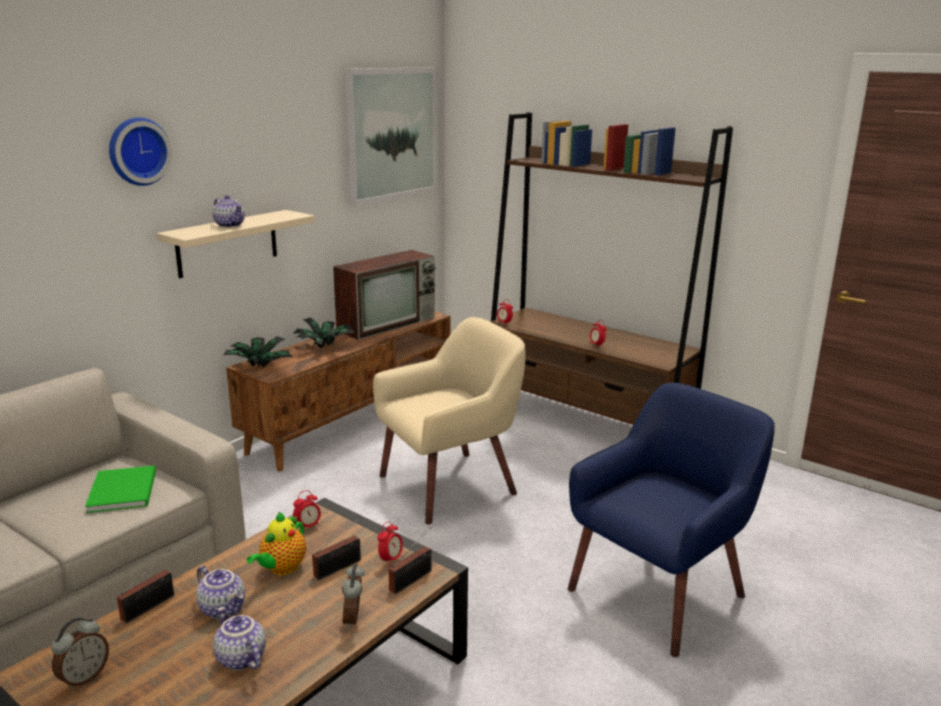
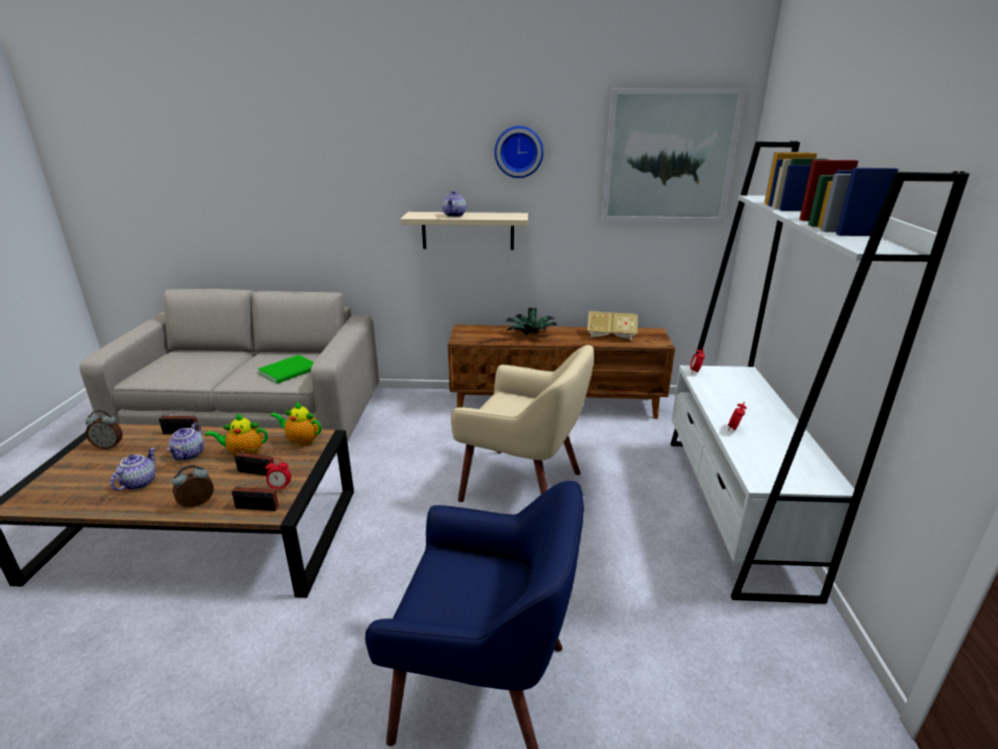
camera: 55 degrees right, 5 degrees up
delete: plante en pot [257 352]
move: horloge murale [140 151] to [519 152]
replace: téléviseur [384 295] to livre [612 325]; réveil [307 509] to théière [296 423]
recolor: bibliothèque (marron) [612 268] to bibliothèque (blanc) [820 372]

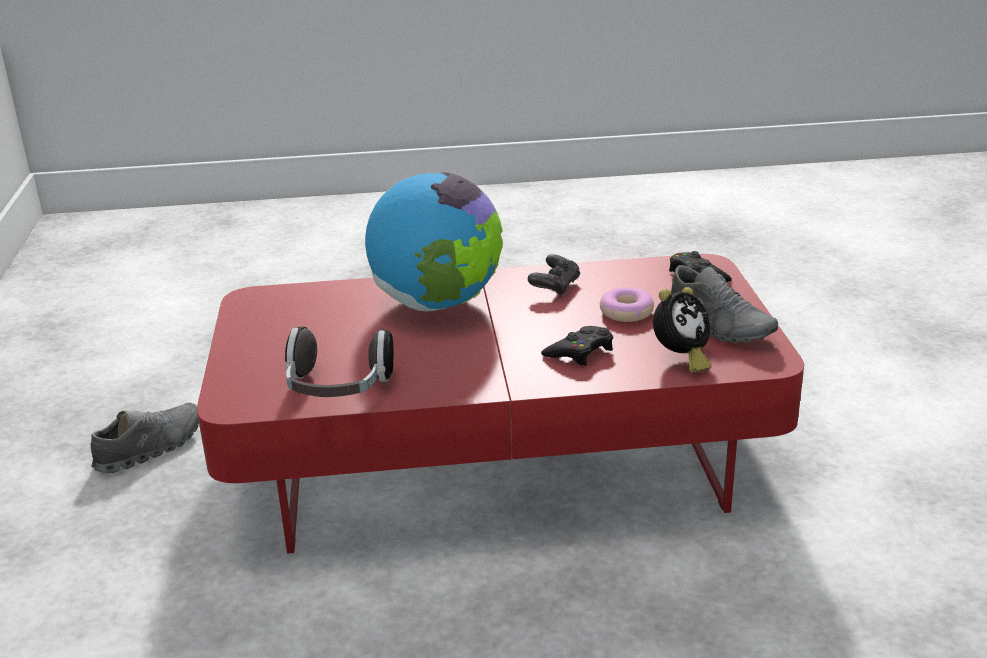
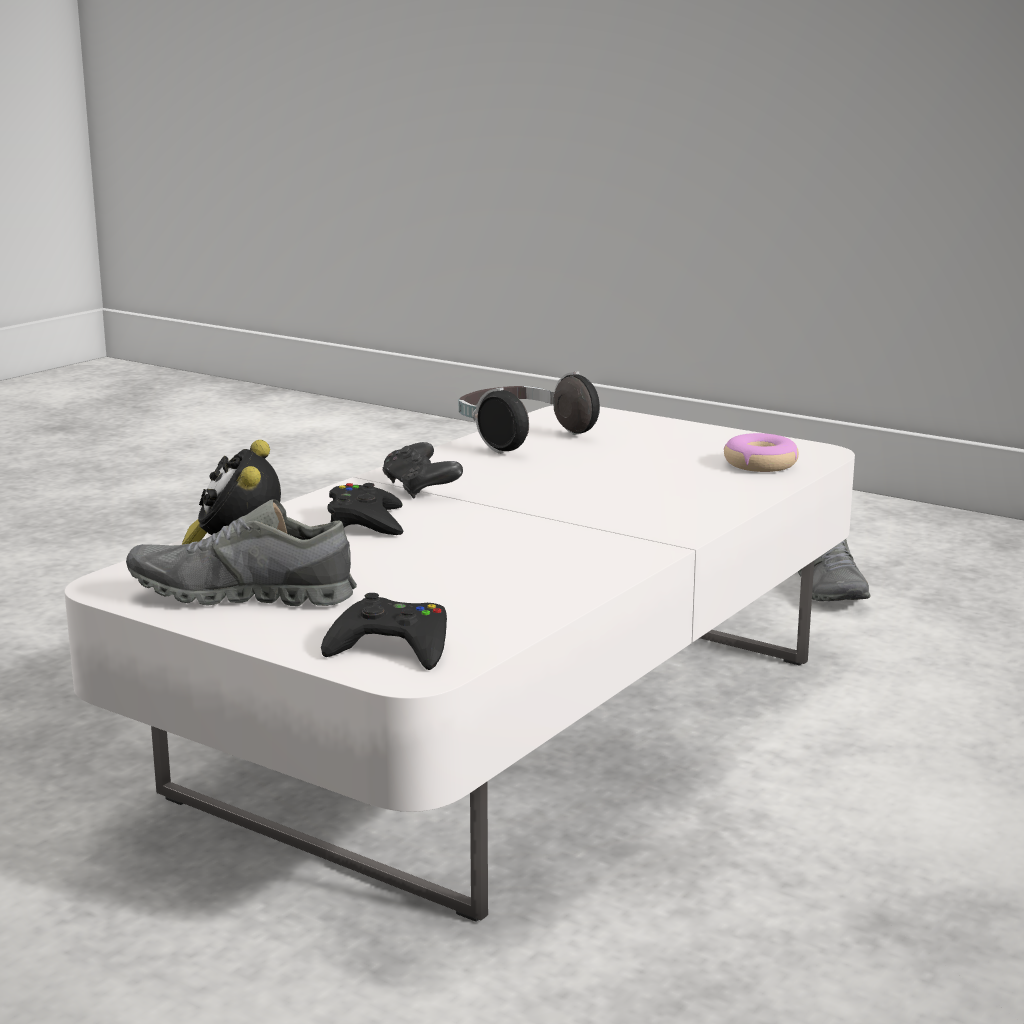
camera: 130 degrees right, 10 degrees down
delete: globe [434 241]
move: manette (noir) [554 275] to [423 470]; beignet [627 304] to [761 452]
recolor: table basse (rouge) [500 404] to table basse (blanc) [460 663]

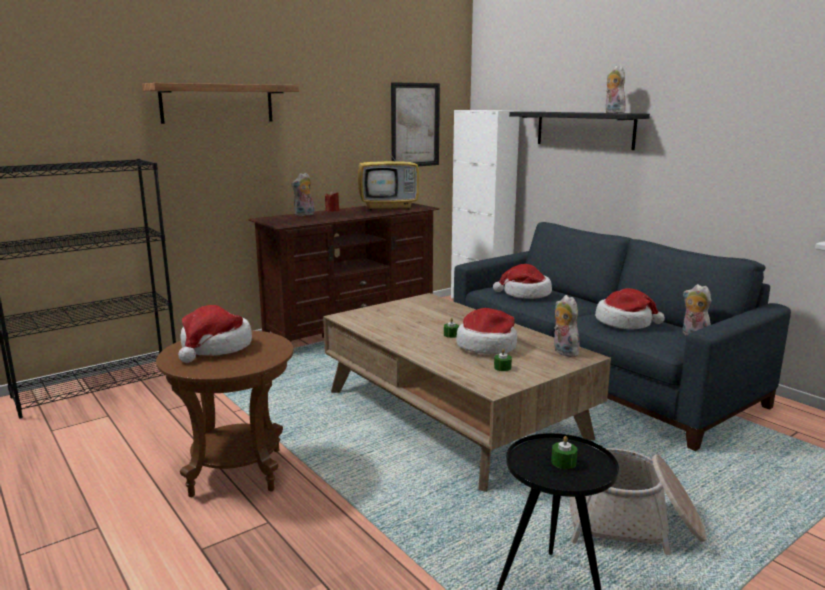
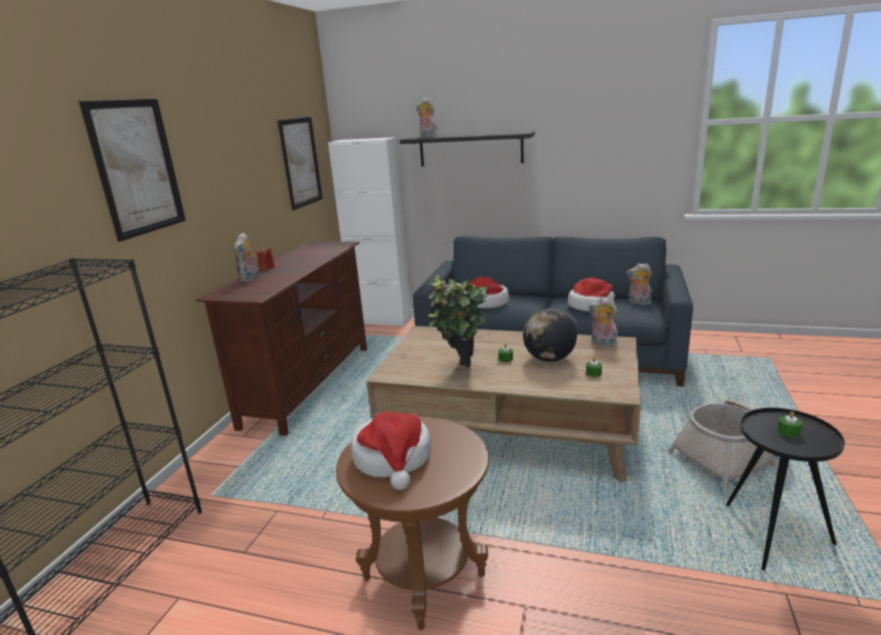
camera: 35 degrees left, 5 degrees up
delete: téléviseur [388 176]
insert: plante en pot [458 321]
move: peluche [616 89] to [427 117]
replace: étagère [220 103] to tableau [132 169]; chapeau [486 331] to globe [550 335]

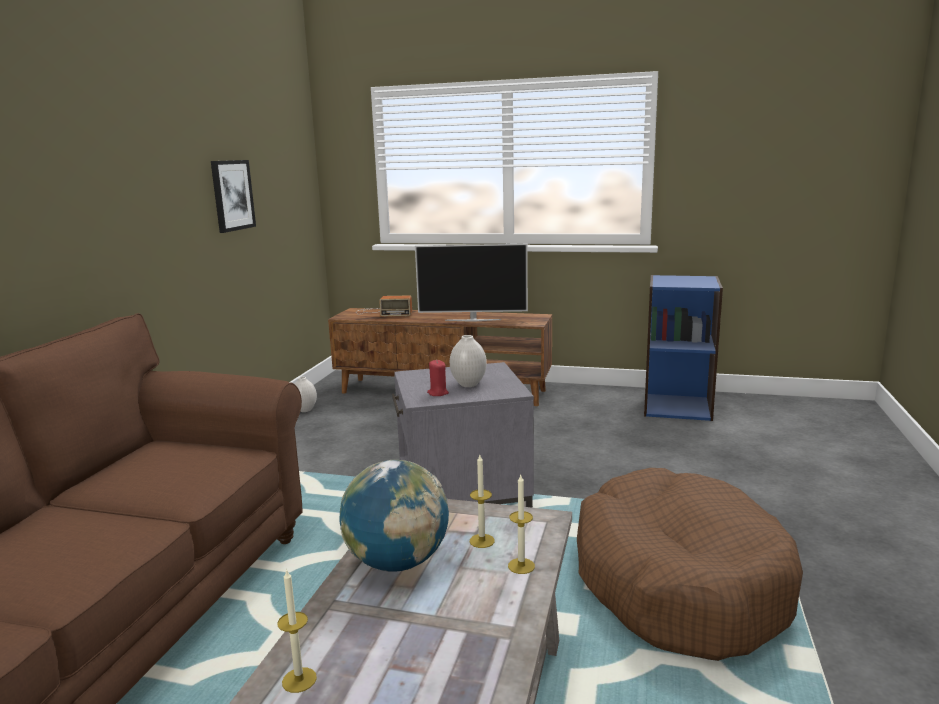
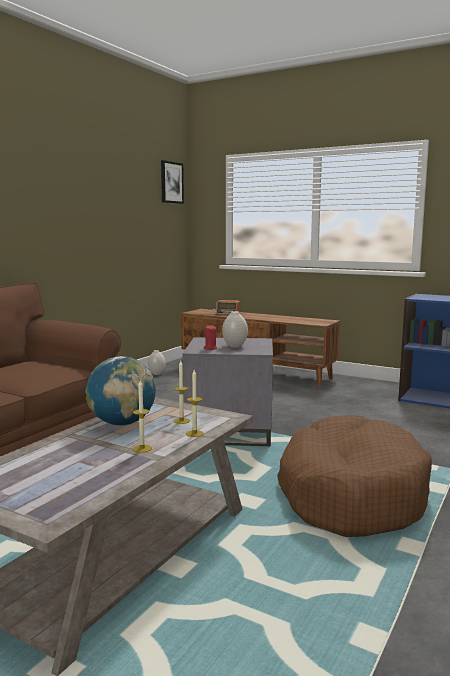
camera: 15 degrees right, 5 degrees down
delete: téléviseur [471 282]
move: tableau [233 196] to [172 182]; bougie [297 630] to [142 416]

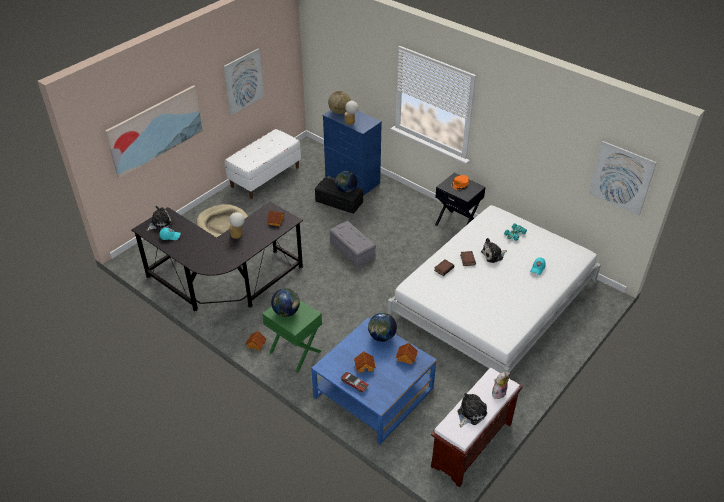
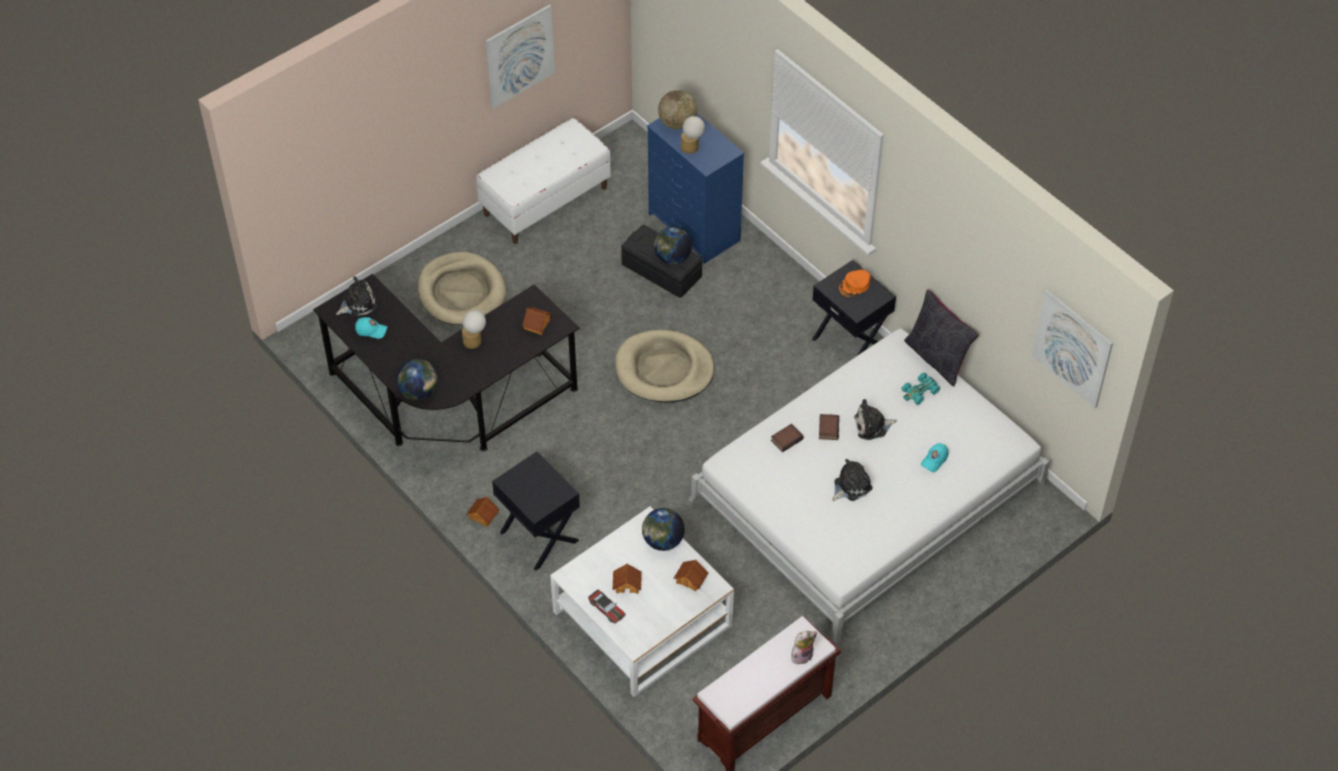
camera: 10 degrees right, 10 degrees up
delete: tableau [154 131]
insert: coussin (noir) [941 338]
move: globe [285 302] to [417 379]; peluche [472 410] to [852 480]
replace: boîte de rangement (gris) [353 244] to panier pour chien (beige) [664 366]
recolor: table de chevet (vert) [292 336] to table de chevet (noir) [536 511]; table basse (bleu) [374 380] to table basse (blanc) [642 601]

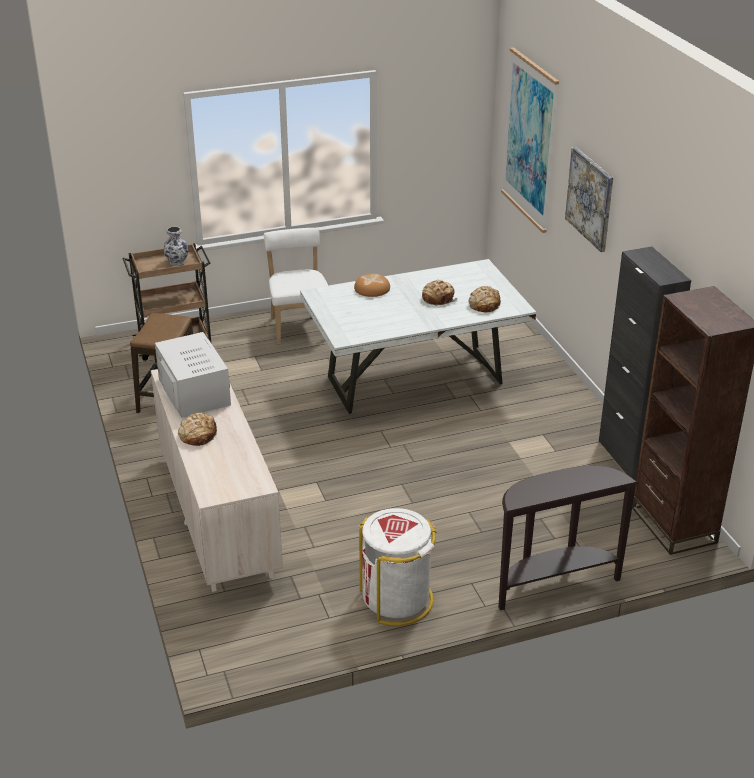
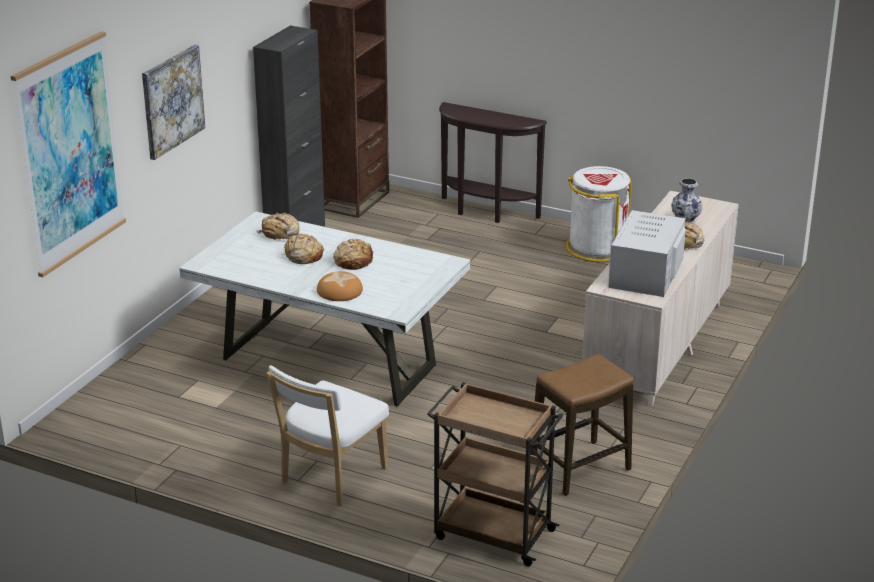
camera: 135 degrees left, 5 degrees down
insert: pain [353 254]
move: vase [176 246] to [687 200]

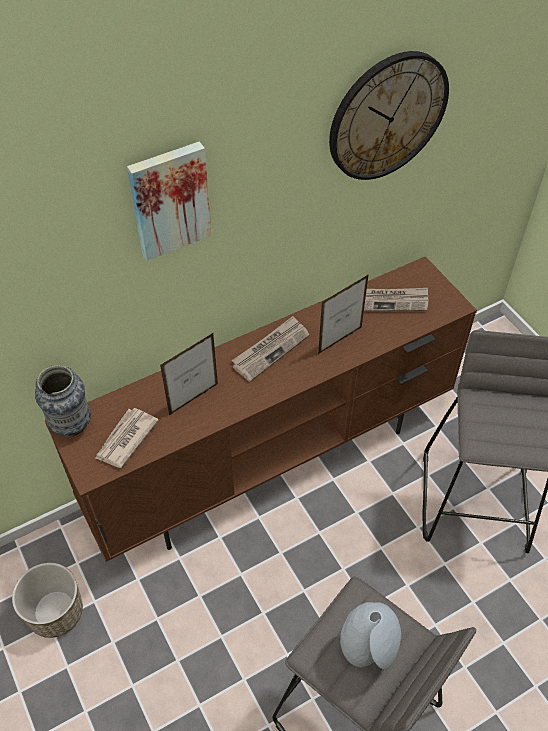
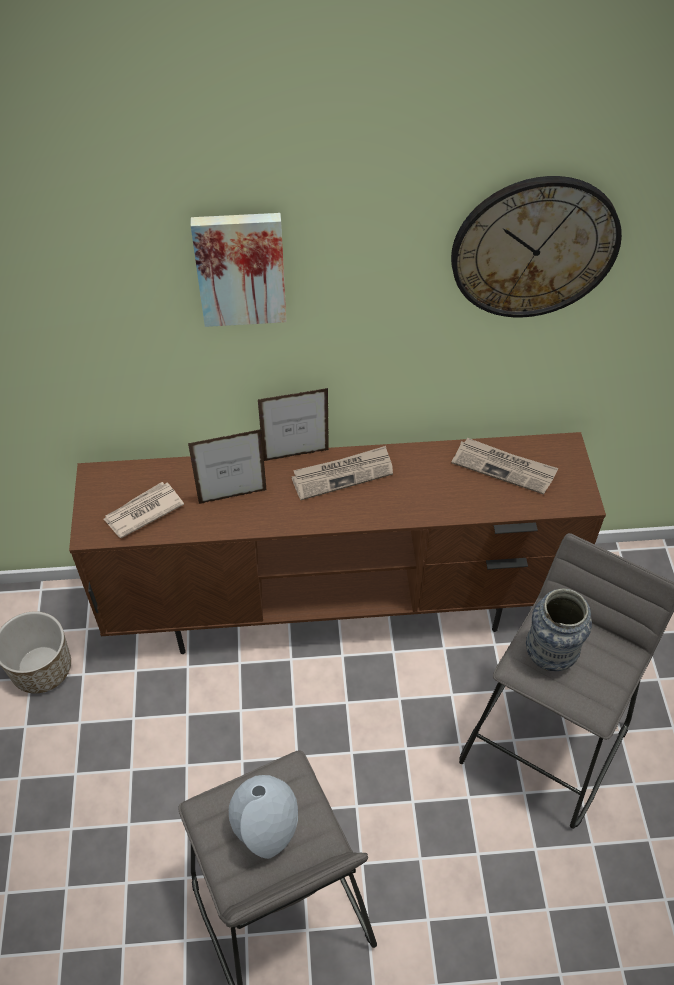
camera: 25 degrees right, 0 degrees up
move: cadre photo [343 314] to [293 424]; vase [63 401] to [559 629]

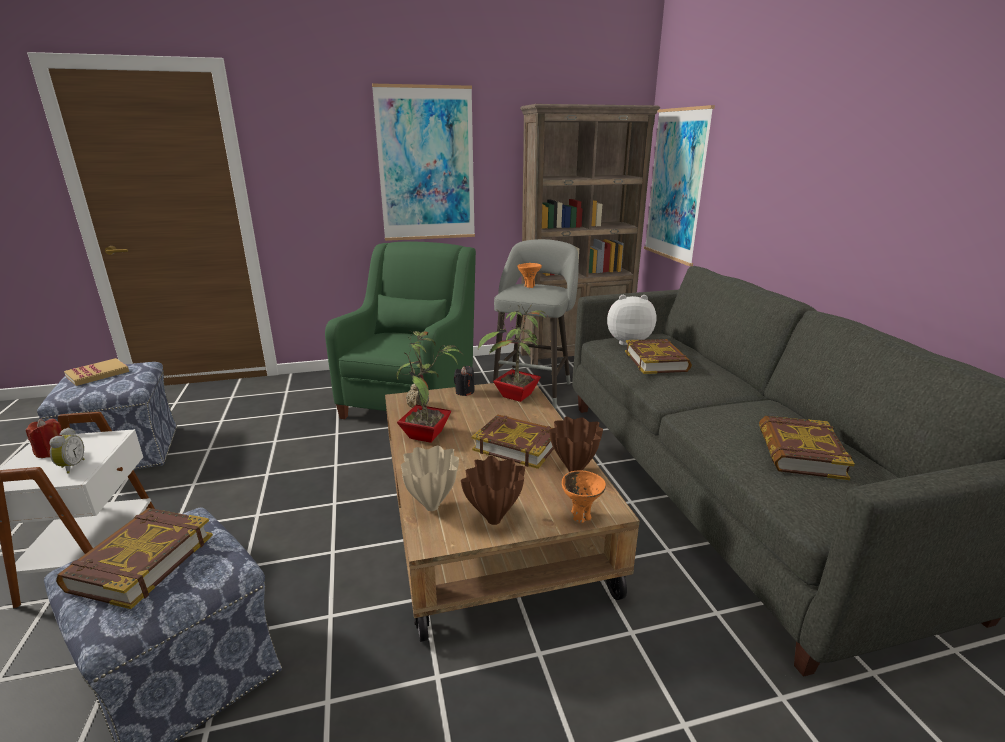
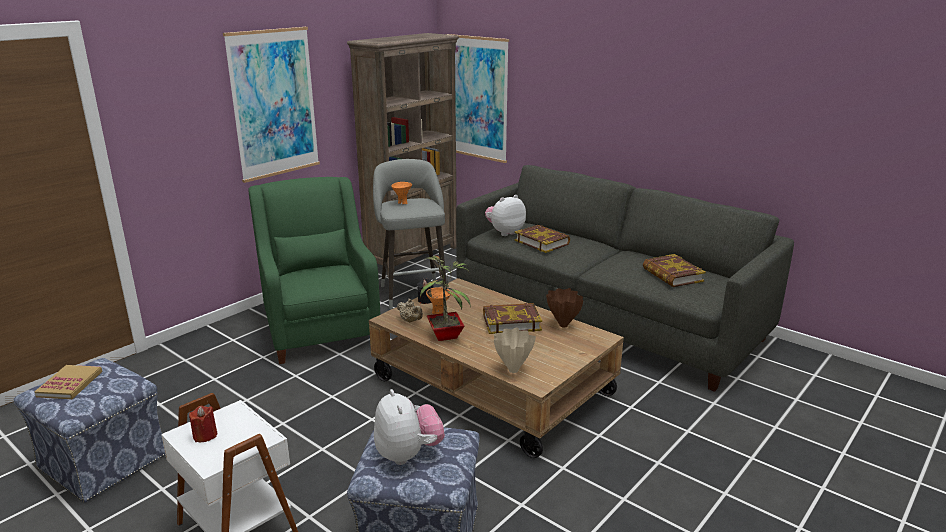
camera: 35 degrees left, 0 degrees up
delete: plante en pot [512 353]; réveil [66 450]; vase (marron) [493 490]
move: bol (orange) [584 496] to [438 301]
replace: livre [134 558] to peluche [409 427]

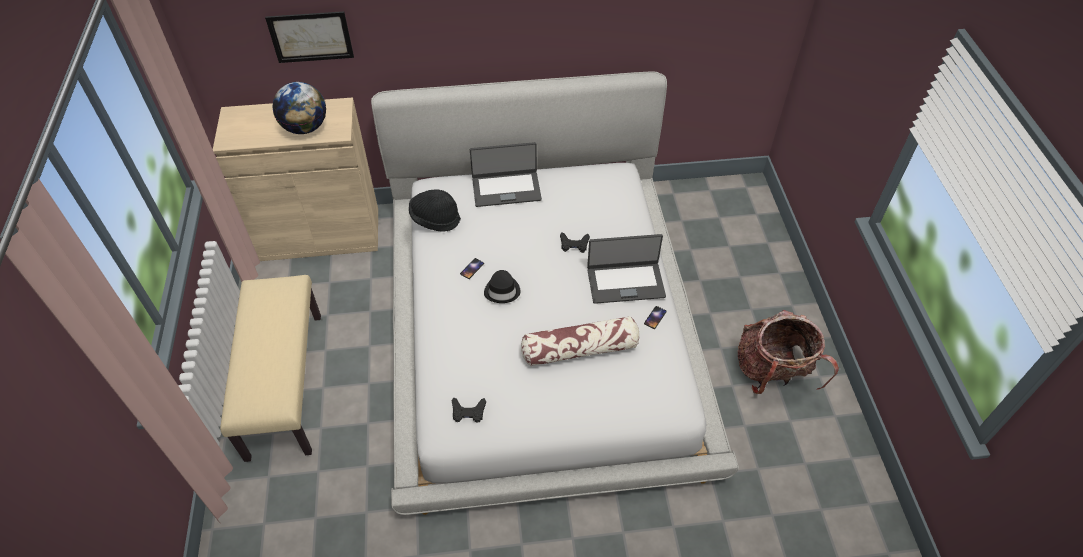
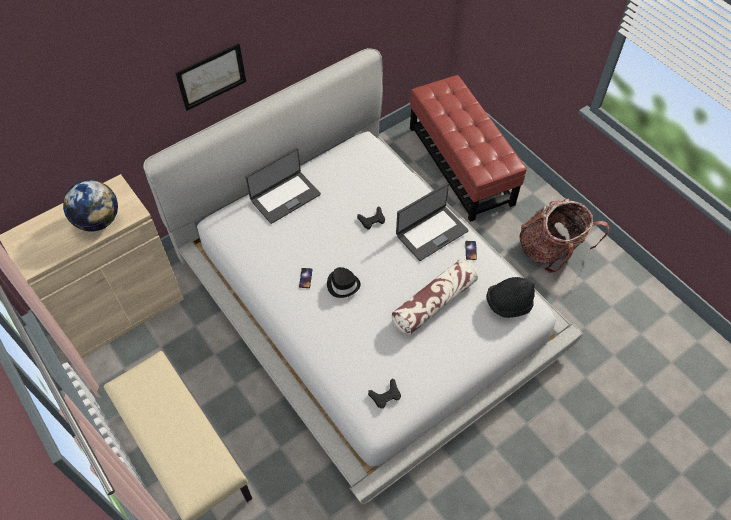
camera: 30 degrees left, 5 degrees up
insert: pouf (rouge) [468 148]
move: tableau [309 37] to [210 77]; chapeau (noir) [435 210] to [510 297]

